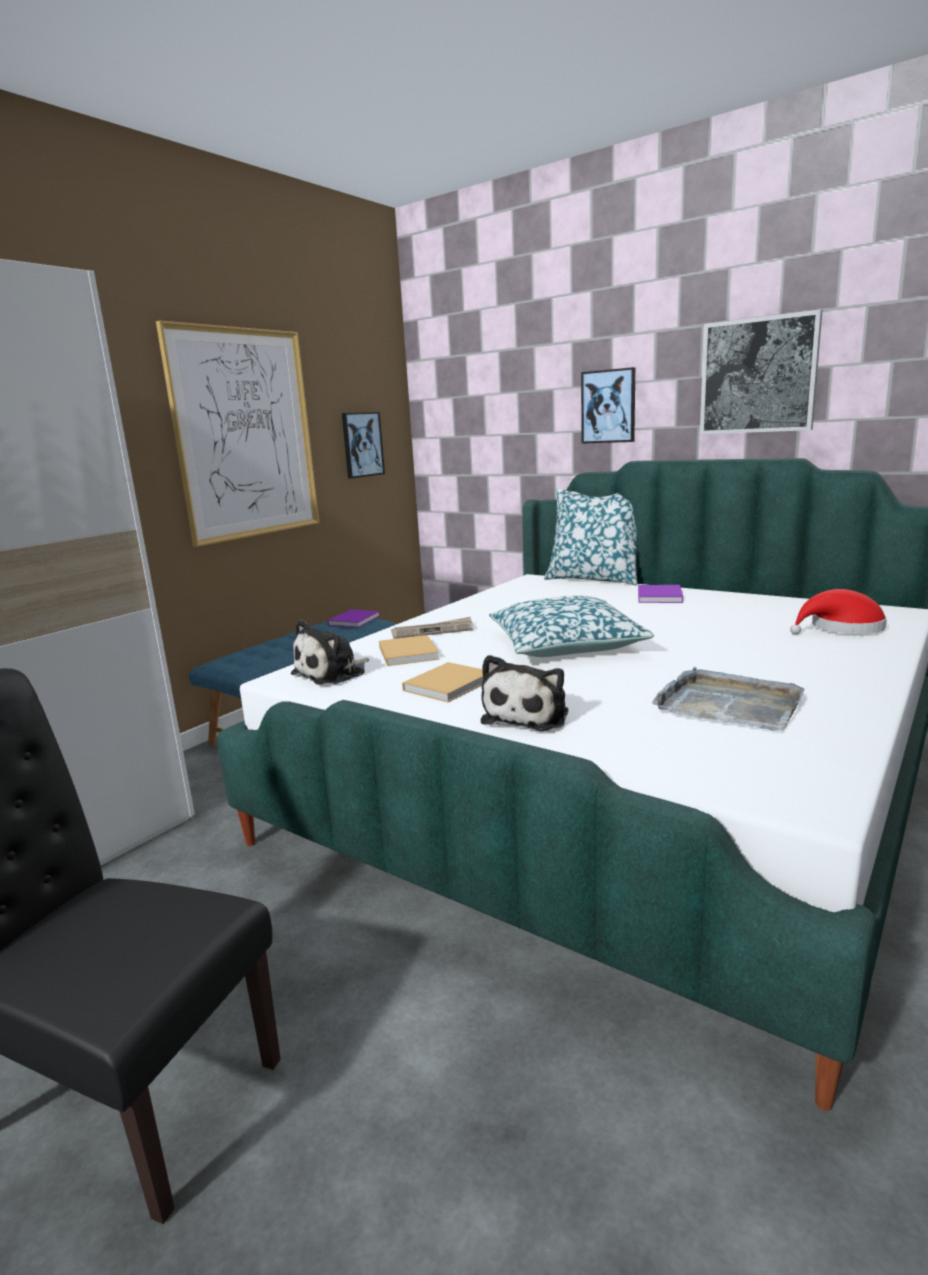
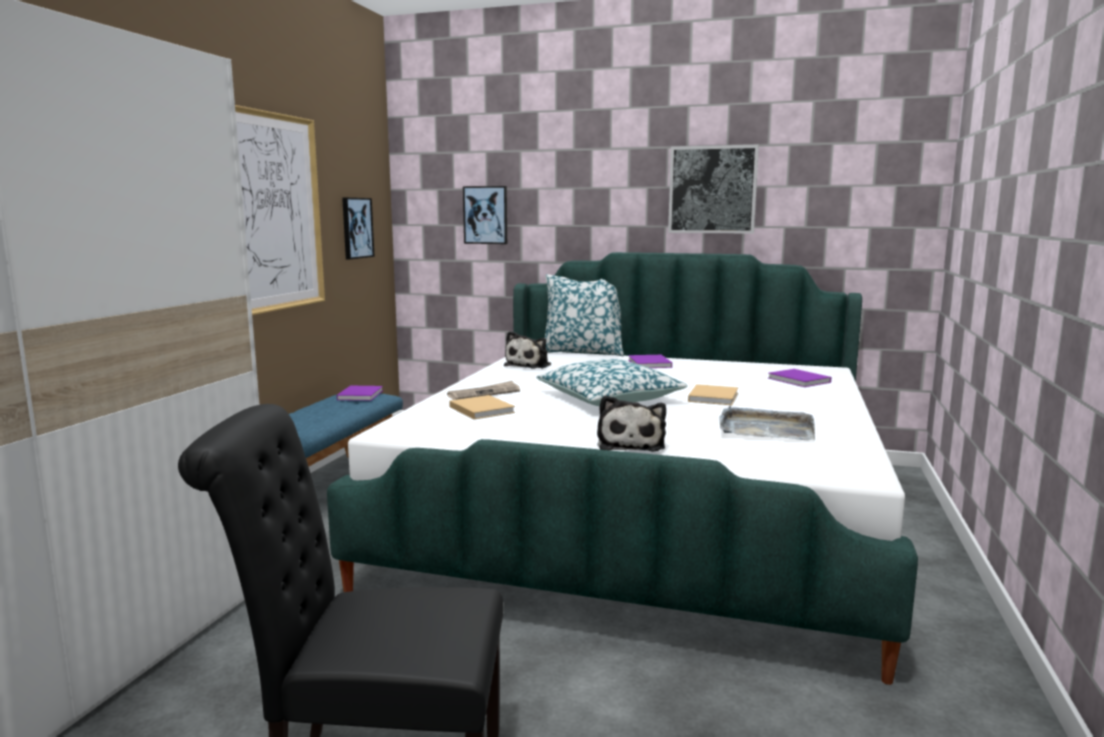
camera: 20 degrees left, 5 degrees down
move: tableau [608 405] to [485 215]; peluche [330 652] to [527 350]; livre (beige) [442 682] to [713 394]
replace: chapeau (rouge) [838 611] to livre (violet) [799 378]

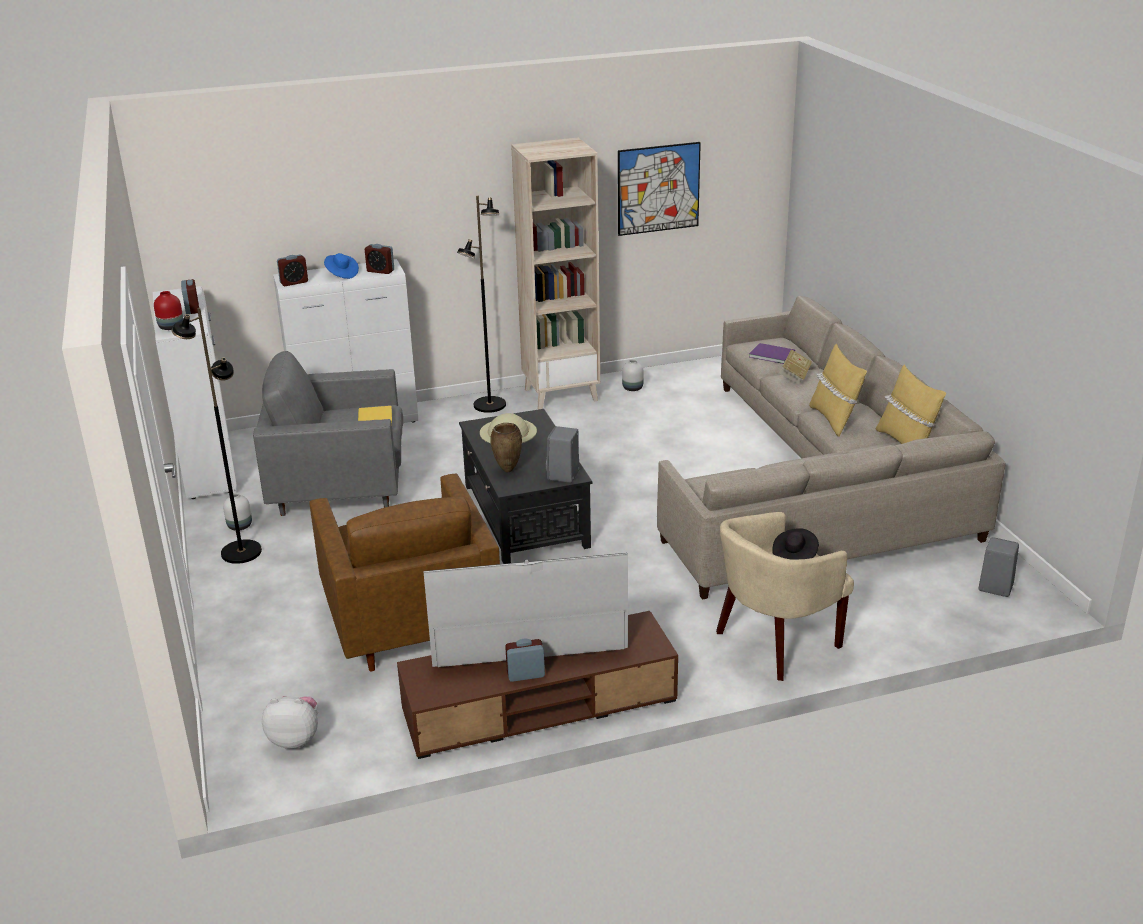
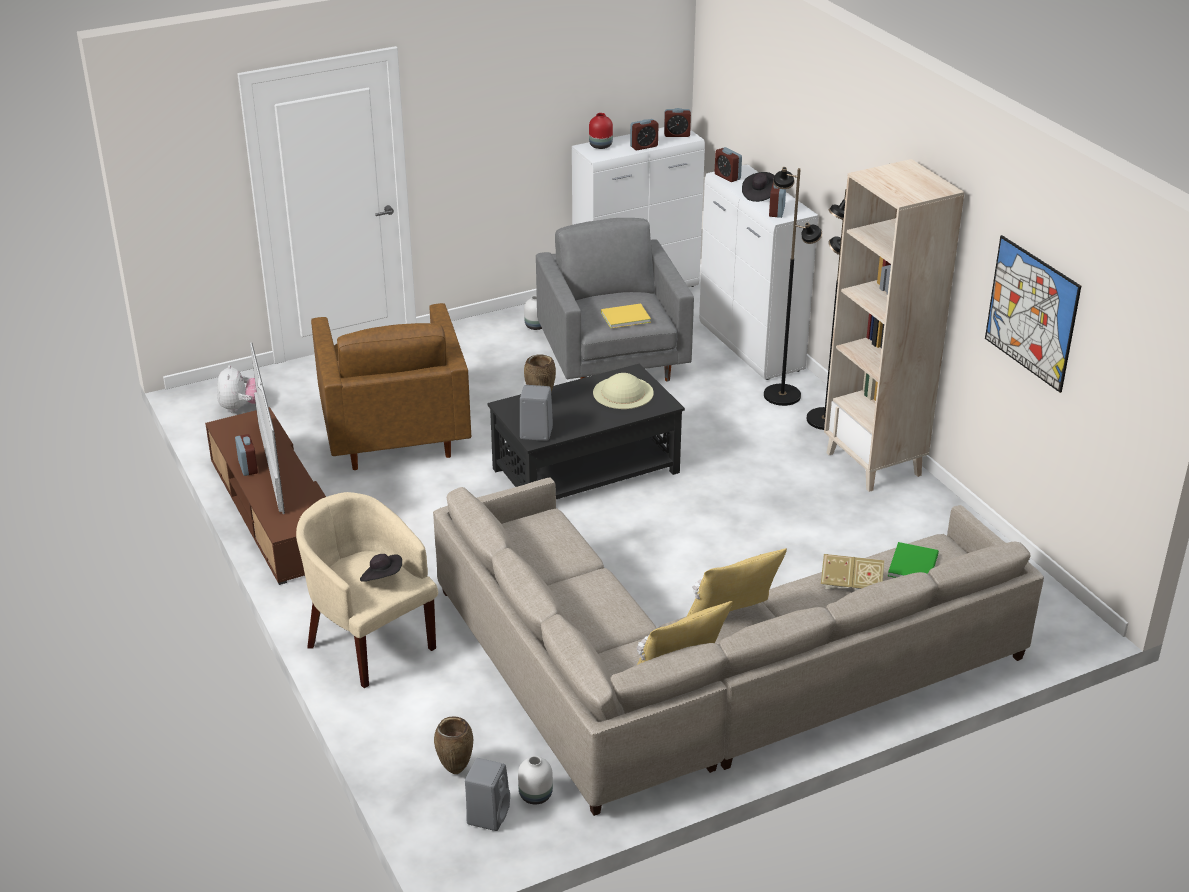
camera: 80 degrees right, 5 degrees up
insert: réveil [677 122]; vase (marron) [453 745]
move: lampadaire (noir) [217 436] to [793 286]; vase (blanc) [633 375] to [535 780]
recolor: chapeau (bleu) [341 266] to chapeau (noir) [758 187]; livre (violet) [772 353] to livre (vert) [913 560]
rotate: fauteuil (marron) [404 573] = [391 386] 75 degrees counterclockwise

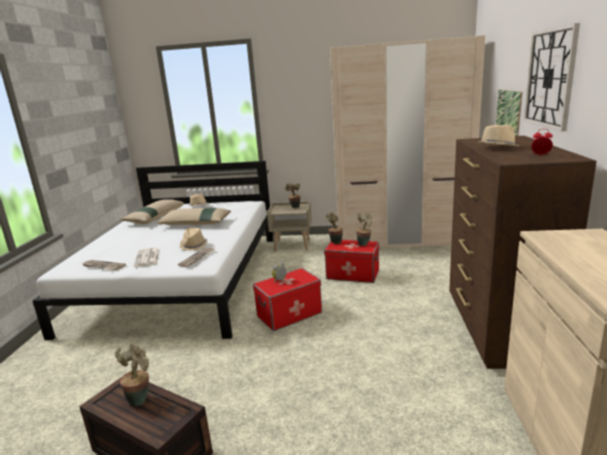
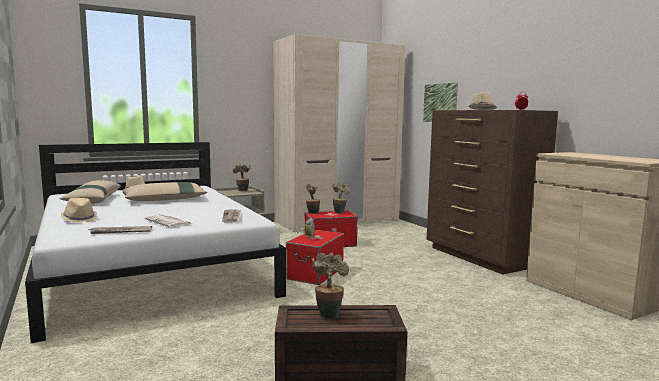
camera: 35 degrees left, 10 degrees down
delete: horloge murale [552 77]
move: chapeau (beige) [193 239] to [79 210]

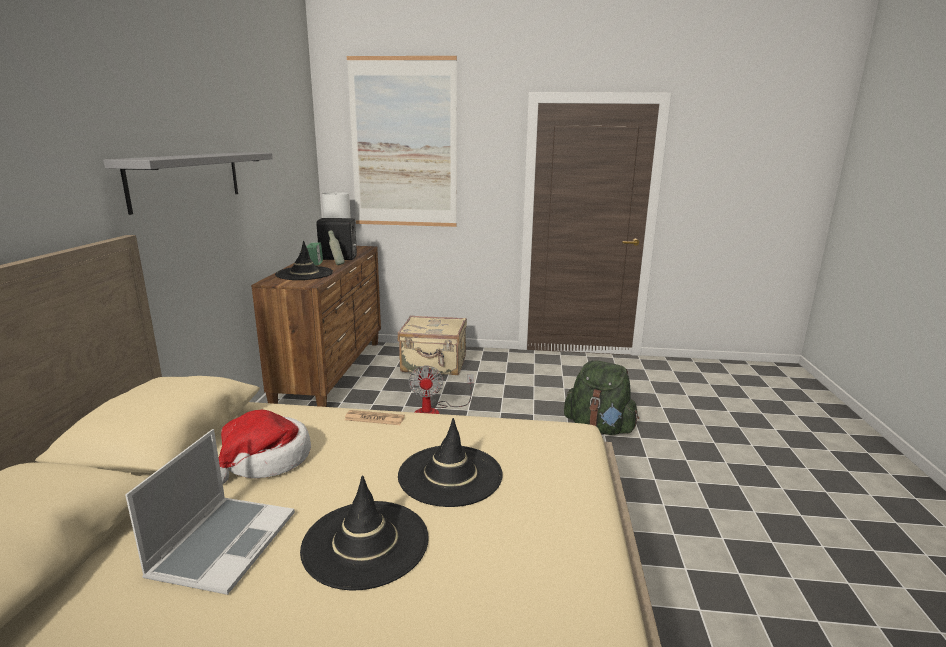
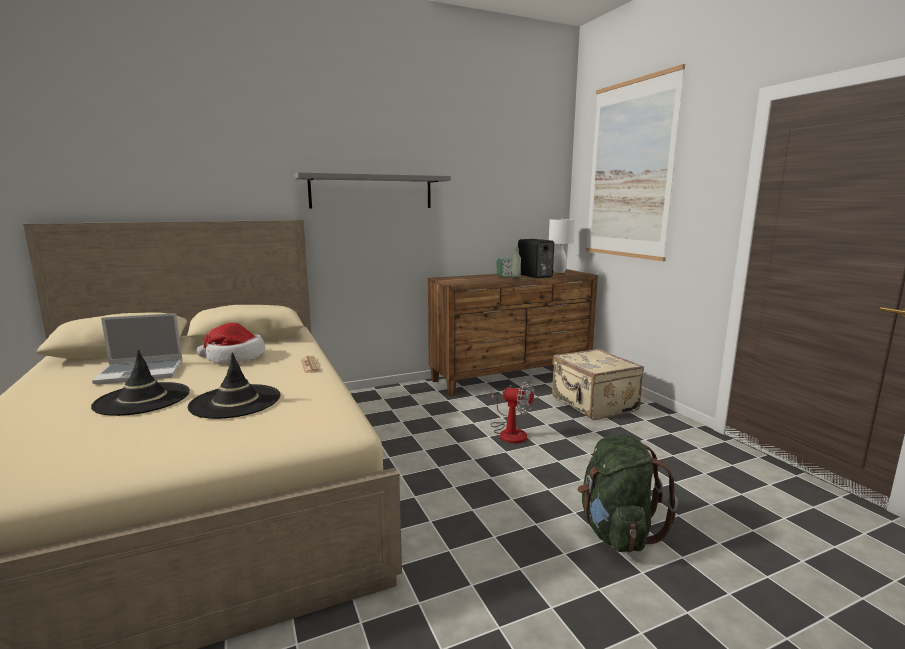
camera: 60 degrees right, 5 degrees down
delete: chapeau (noir) [304 260]
rotate: ventilateur [441 390] = [512 411] 120 degrees counterclockwise

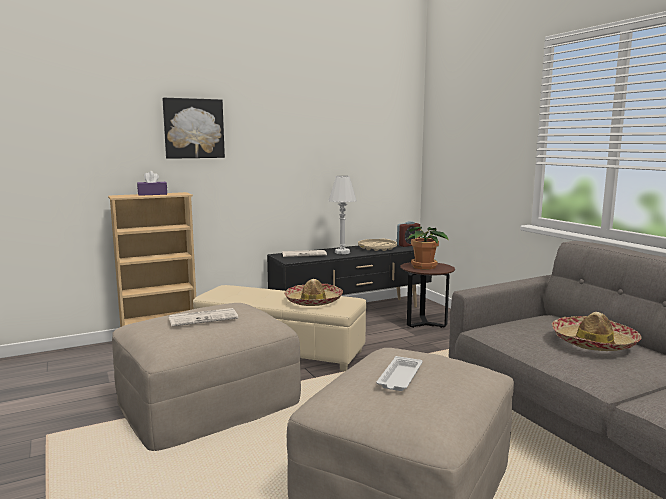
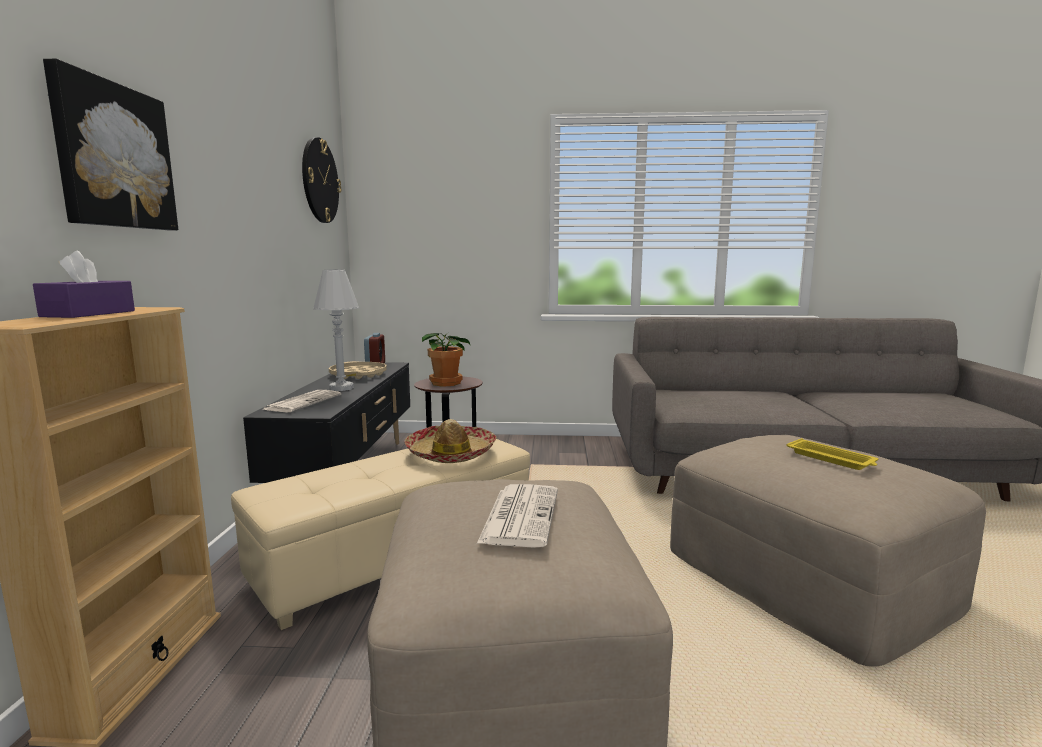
camera: 60 degrees left, 0 degrees up
delete: chapeau [597 331]
insert: horloge murale [321 180]
recolor: plateau (blanc) [399 373] to plateau (jaune) [832 454]

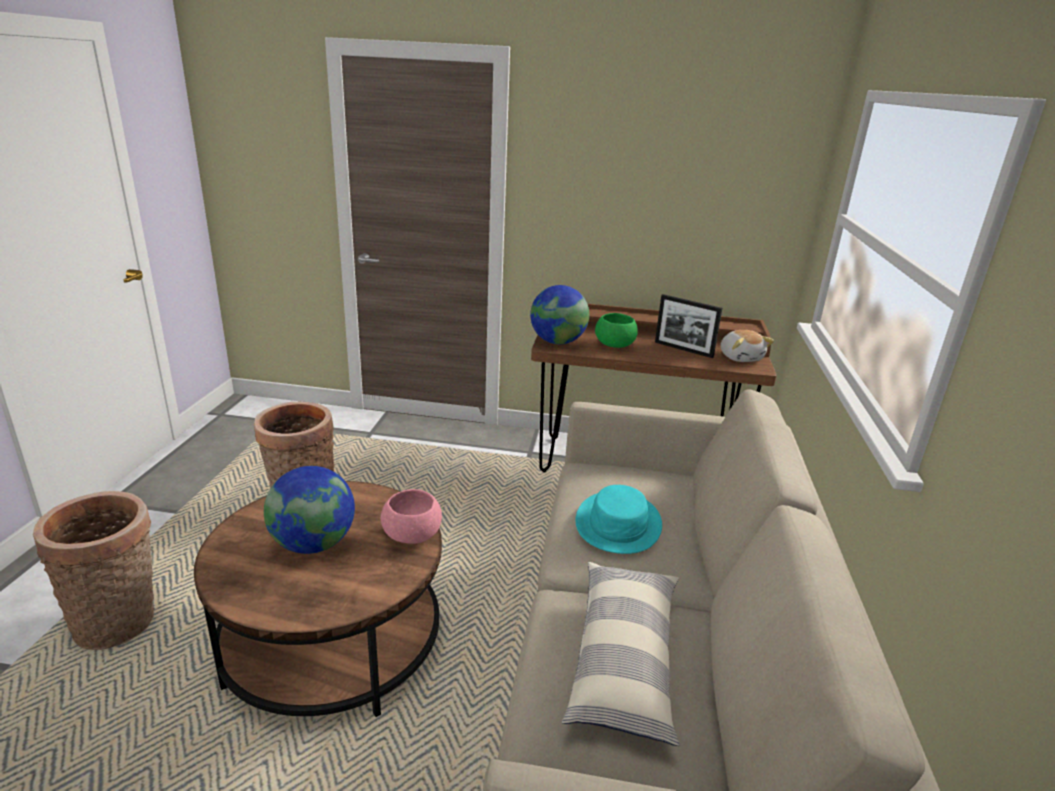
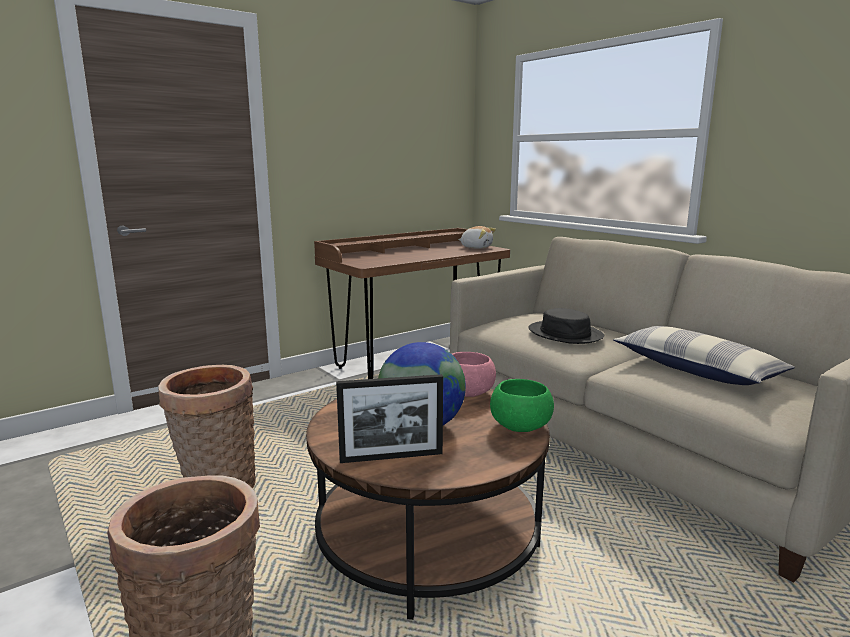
camera: 45 degrees left, 10 degrees down
delete: globe [559 314]
move: cadre photo [688 326] to [389 418]; bol (vert) [616 330] to [522 405]
recolor: chapeau (turquoise) [619 519] to chapeau (noir) [566 326]

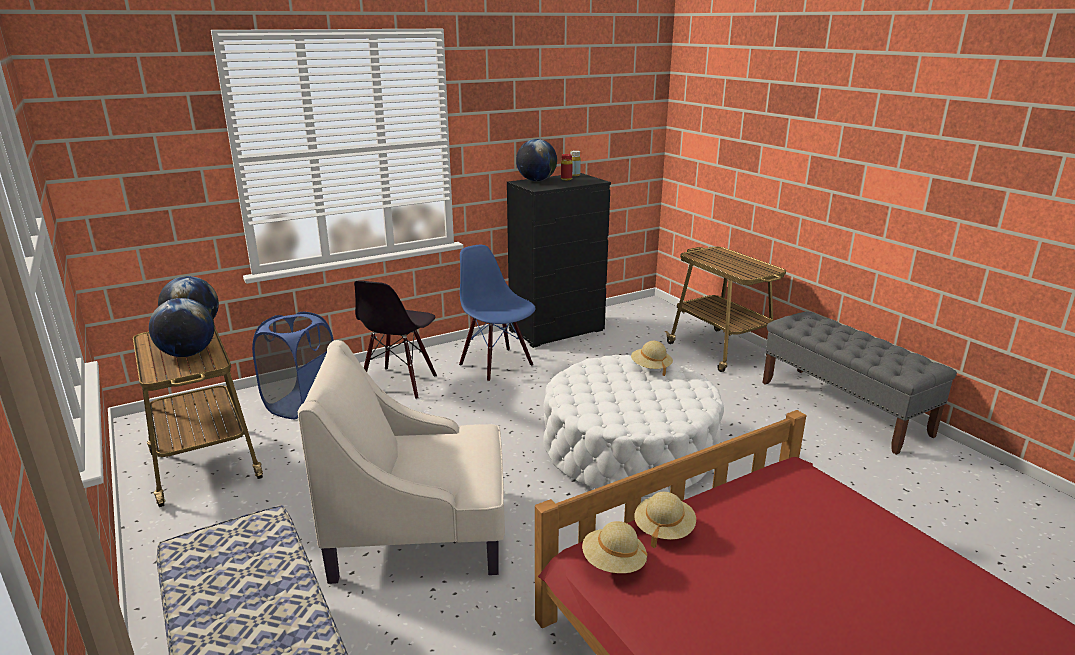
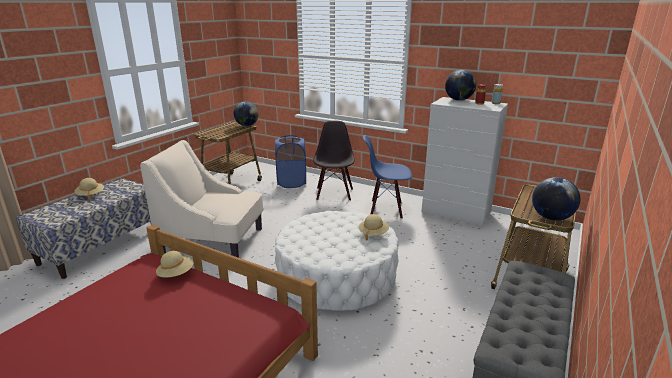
camera: 60 degrees right, 0 degrees up
move: globe [182 327] to [556 199]; chapeau (beige) [614 547] to [89 189]
recolor: commode (noir) [559 260] to commode (blanc) [464 162]
rotate: chaise (bleu) [497 313] = [387 177] 105 degrees counterclockwise; chaise (noir) [395 339] = [334 161] 105 degrees clockwise; fauteuil (beige) [401 462] = [201 199] 45 degrees counterclockwise

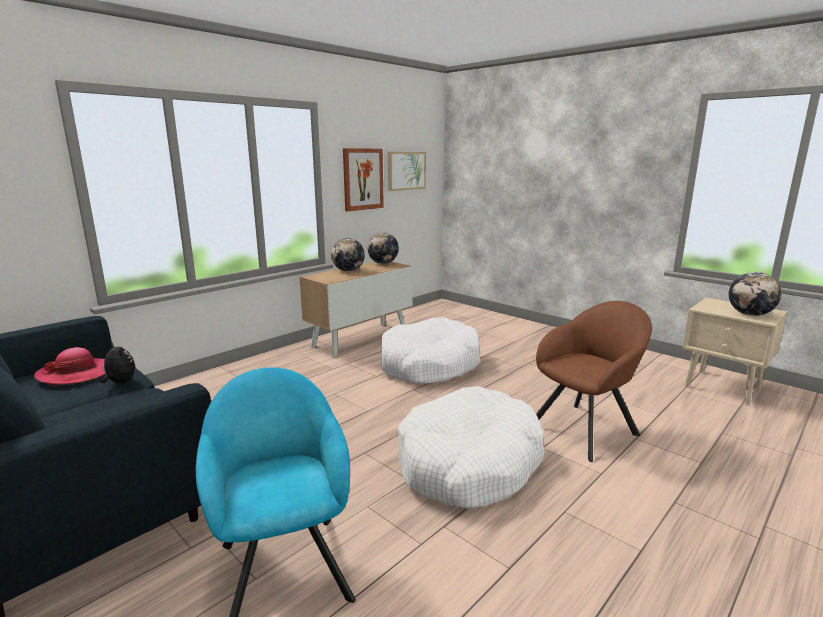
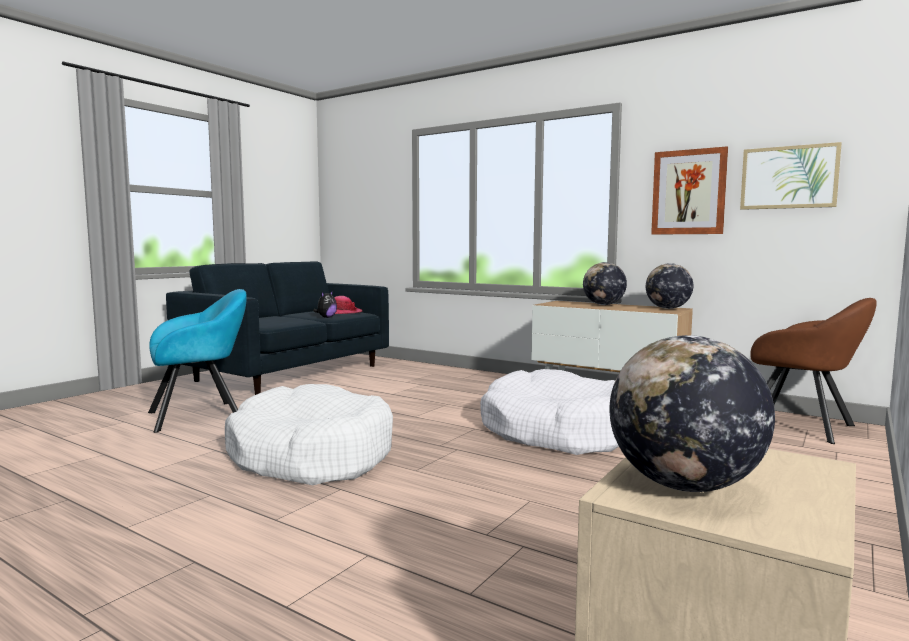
camera: 80 degrees right, 10 degrees down
move: fauteuil (marron) [594 381] to [813 371]

